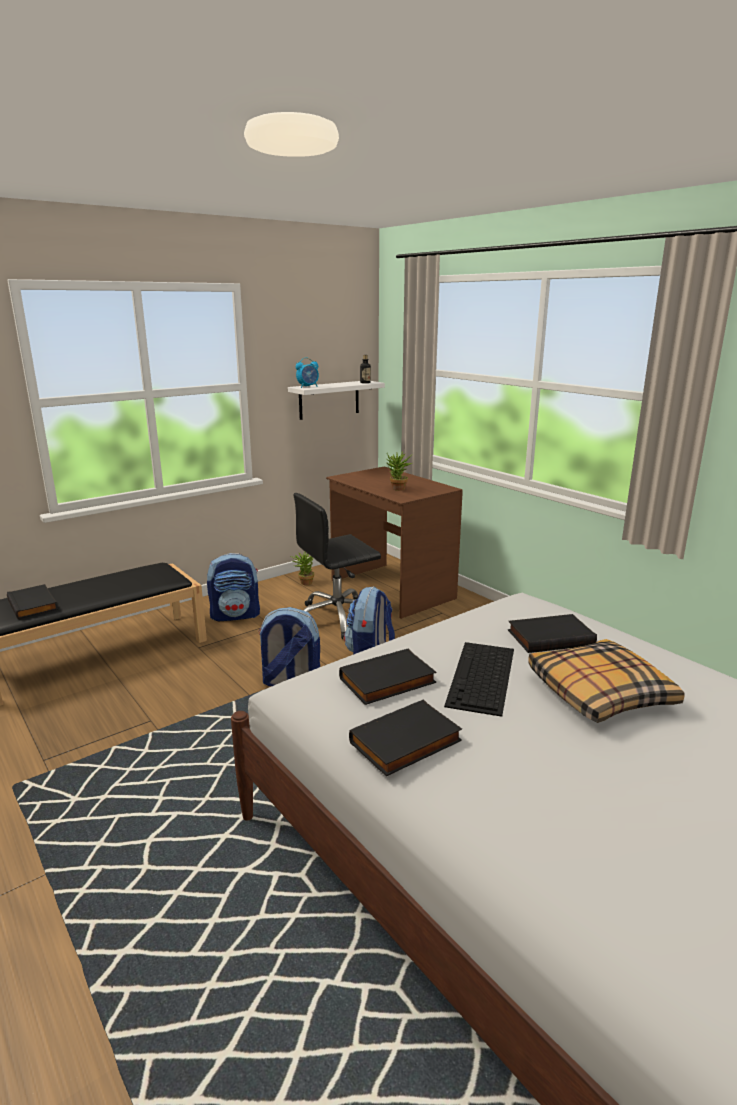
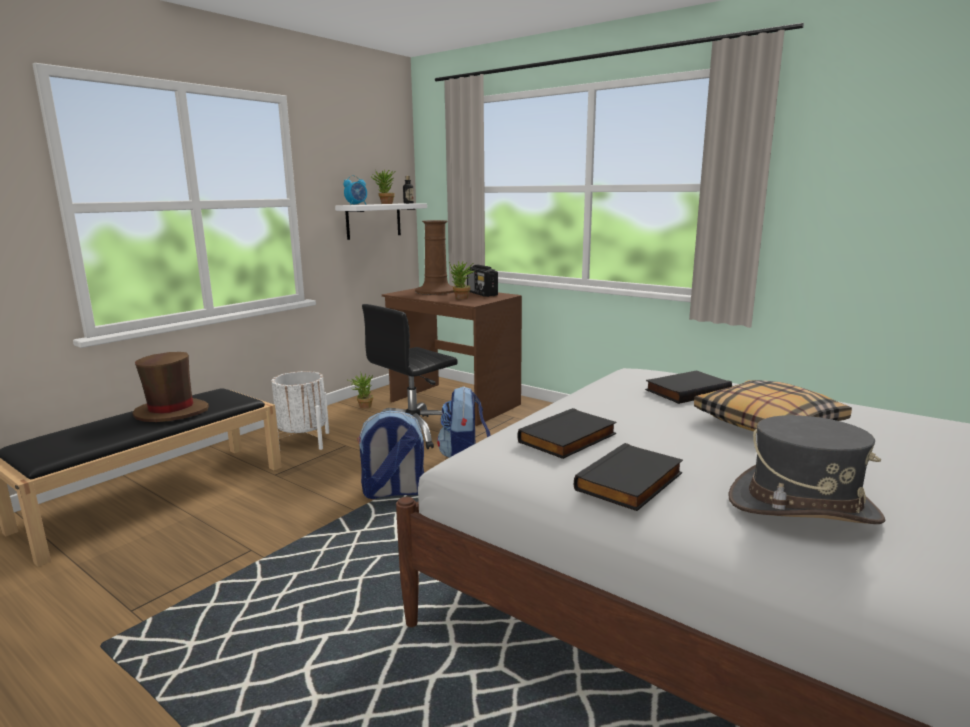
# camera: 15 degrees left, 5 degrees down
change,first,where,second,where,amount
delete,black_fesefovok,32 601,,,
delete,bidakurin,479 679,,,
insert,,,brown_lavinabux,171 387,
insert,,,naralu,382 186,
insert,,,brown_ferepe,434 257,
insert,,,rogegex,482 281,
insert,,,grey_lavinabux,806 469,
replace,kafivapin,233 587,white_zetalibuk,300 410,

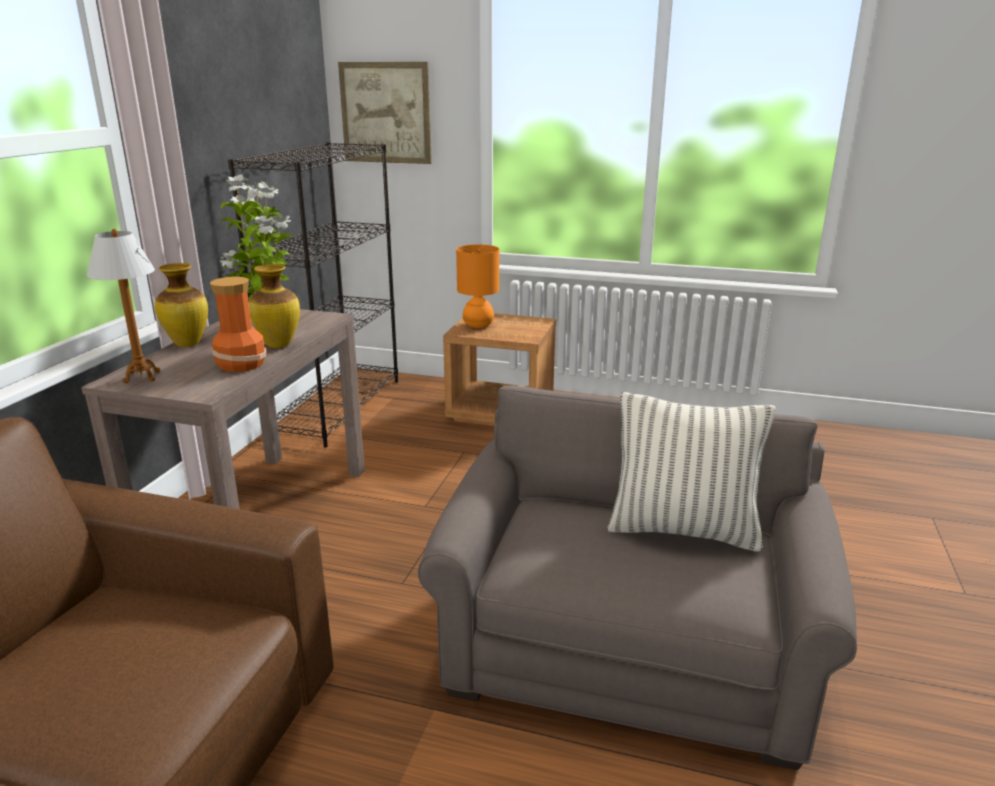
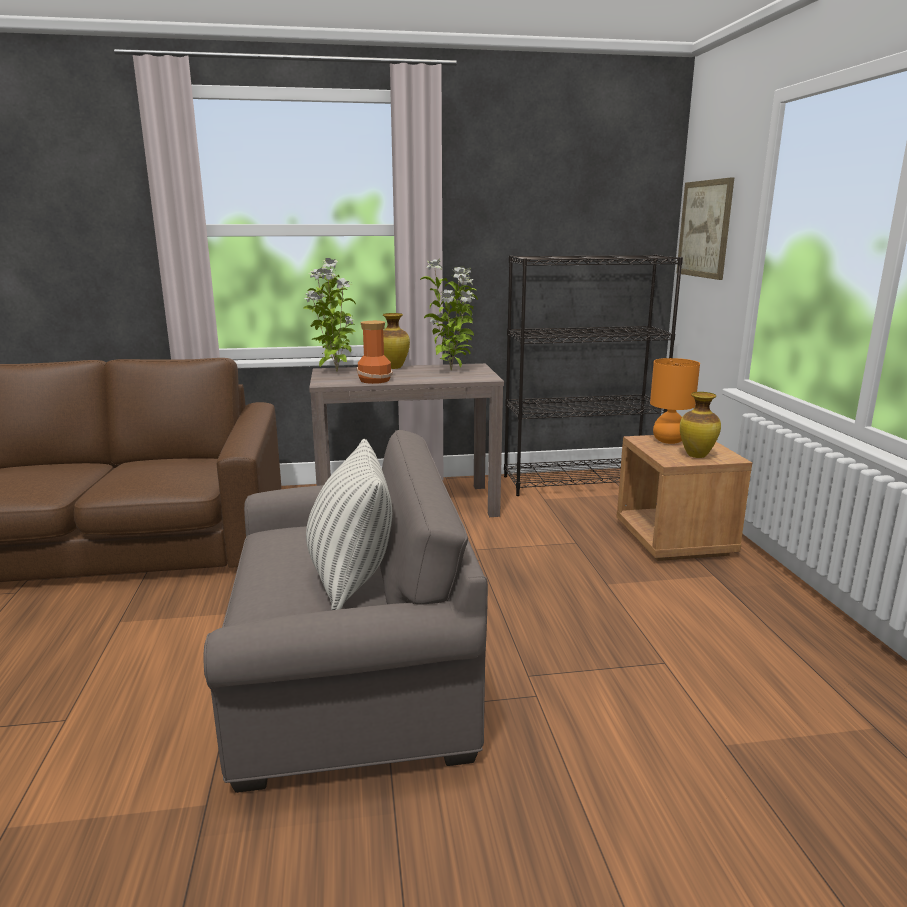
# camera: 65 degrees right, 5 degrees down
change,first,where,second,where,amount
move,ferepe,274 306,,700 425,
replace,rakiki,123 306,naralu,329 315,

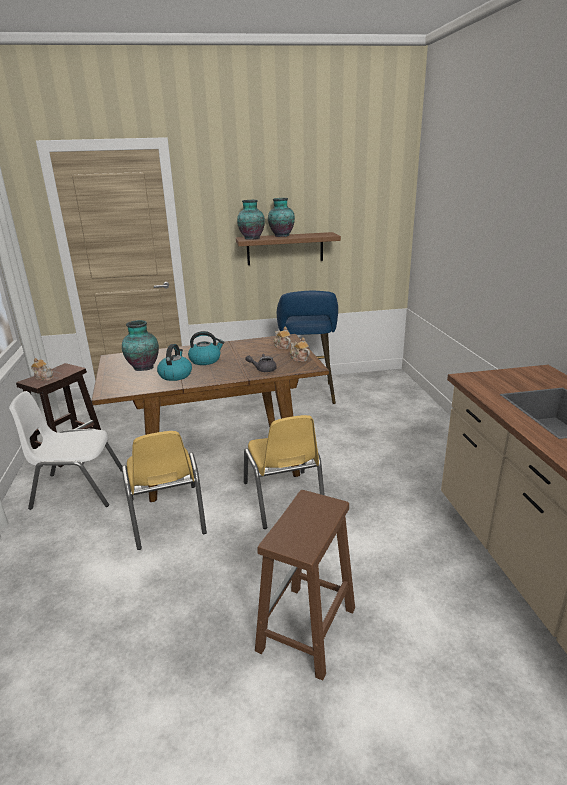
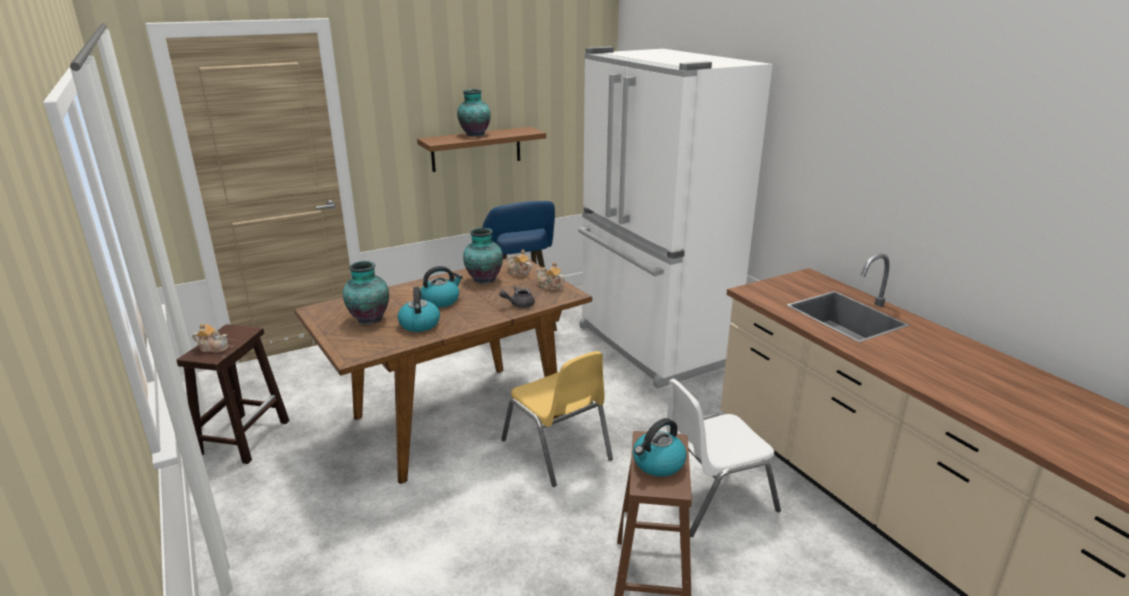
# camera: 20 degrees left, 0 degrees up
change,first,where,second,where,amount
delete,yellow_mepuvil,164 490,,,
insert,,,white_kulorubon,675 218,
insert,,,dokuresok,660 447,
move,white_mepuvil,65 450,,723 458,
move,ferepe,251 220,,483 256,

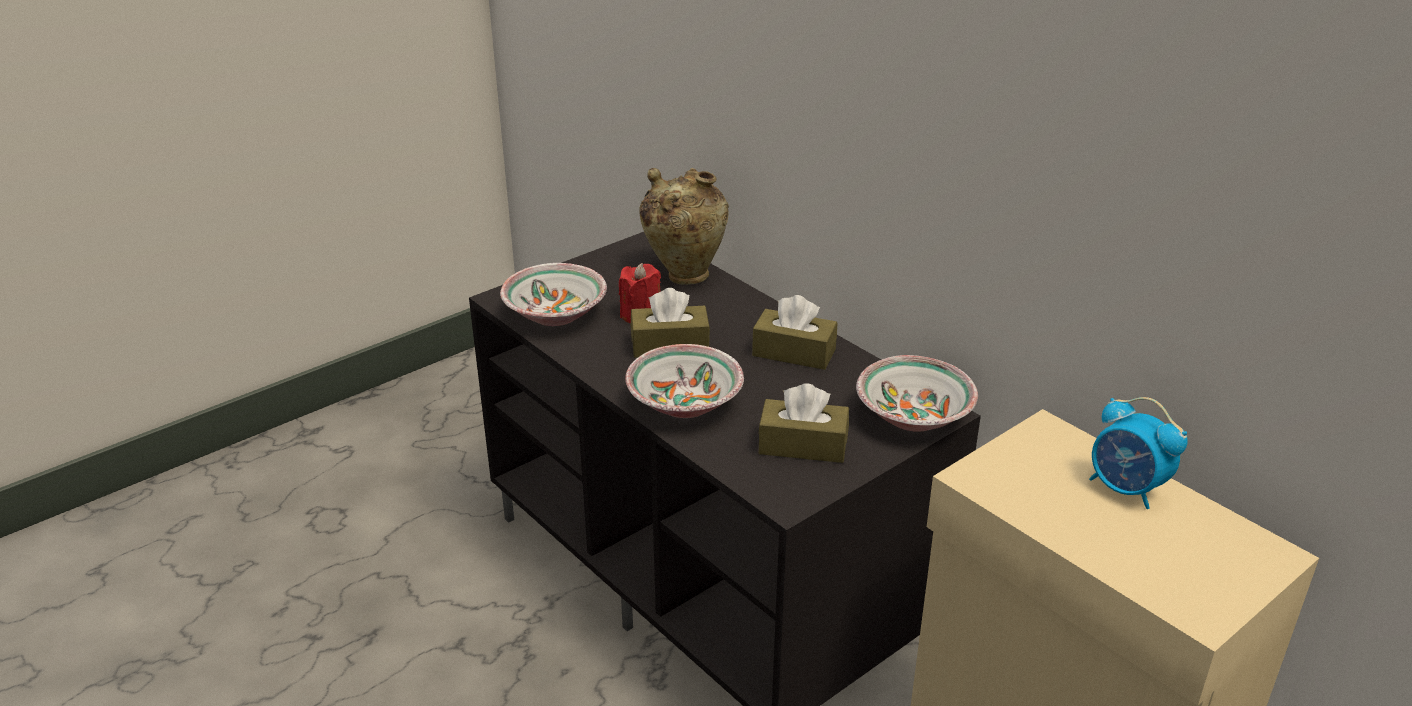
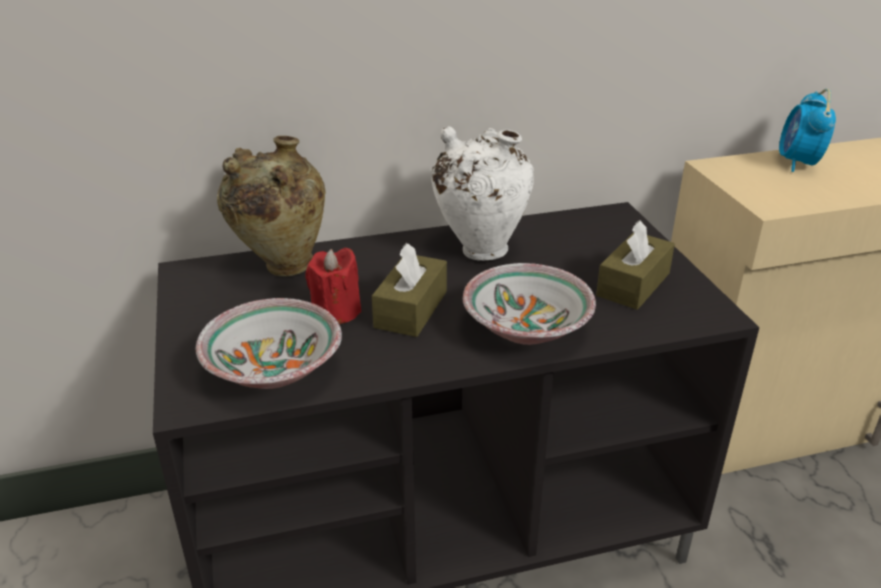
# camera: 65 degrees left, 0 degrees up
change,first,where,second,where,amount
delete,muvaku,917 393,,,
replace,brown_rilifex,795 332,white_ferepe,482 193,
rotate,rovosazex,1138 453,,807 130,120 degrees clockwise

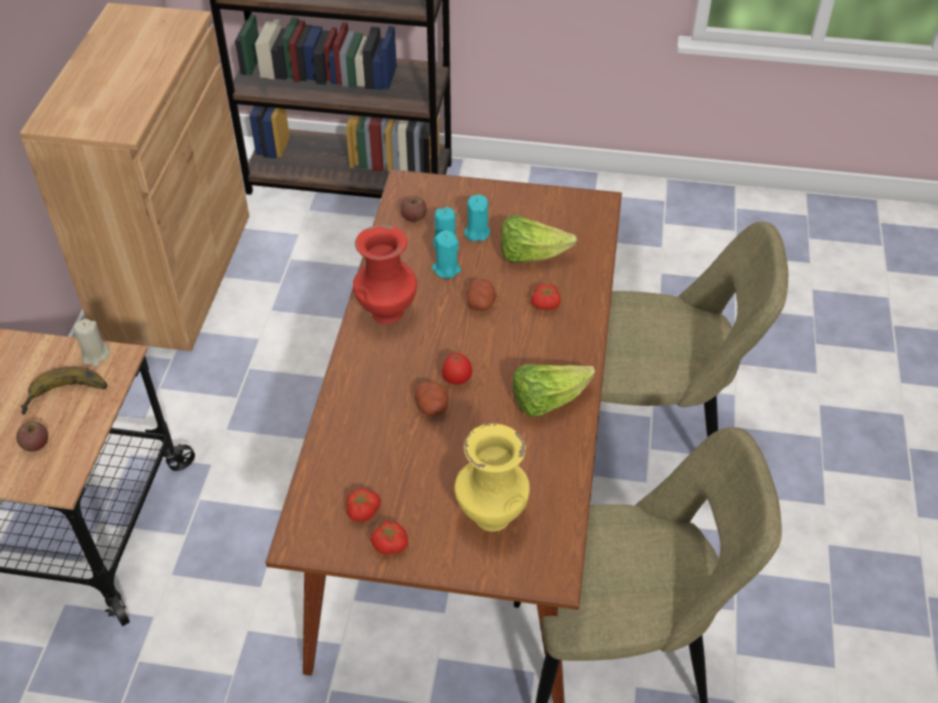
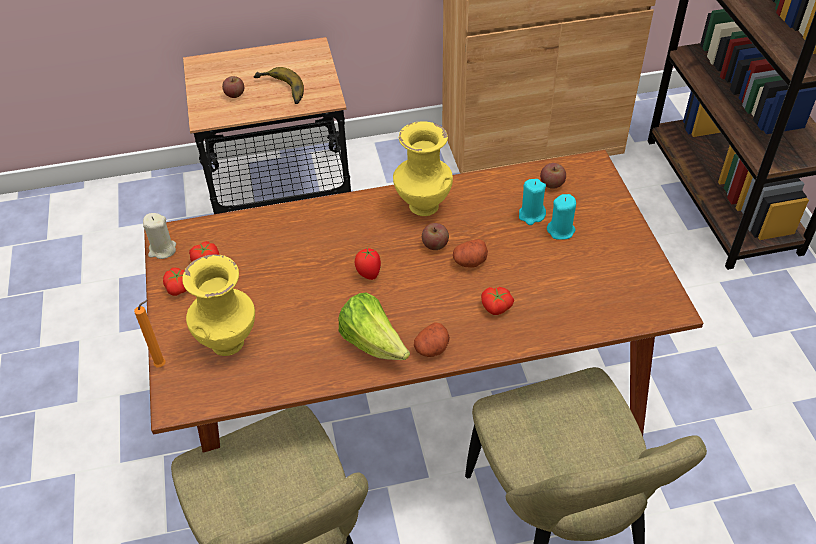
# camera: 70 degrees right, 0 degrees up
change,first,where,second,where,amount
delete,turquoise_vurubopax,446 254,,,
delete,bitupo,539 239,,,
insert,,,orange_vurubopax,150 333,
insert,,,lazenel,435 236,
move,beige_vurubopax,91 343,,159 236,
move,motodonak,431 399,,432 339,
recolor,red_ferepe,385 274,yellow_ferepe,423 168,

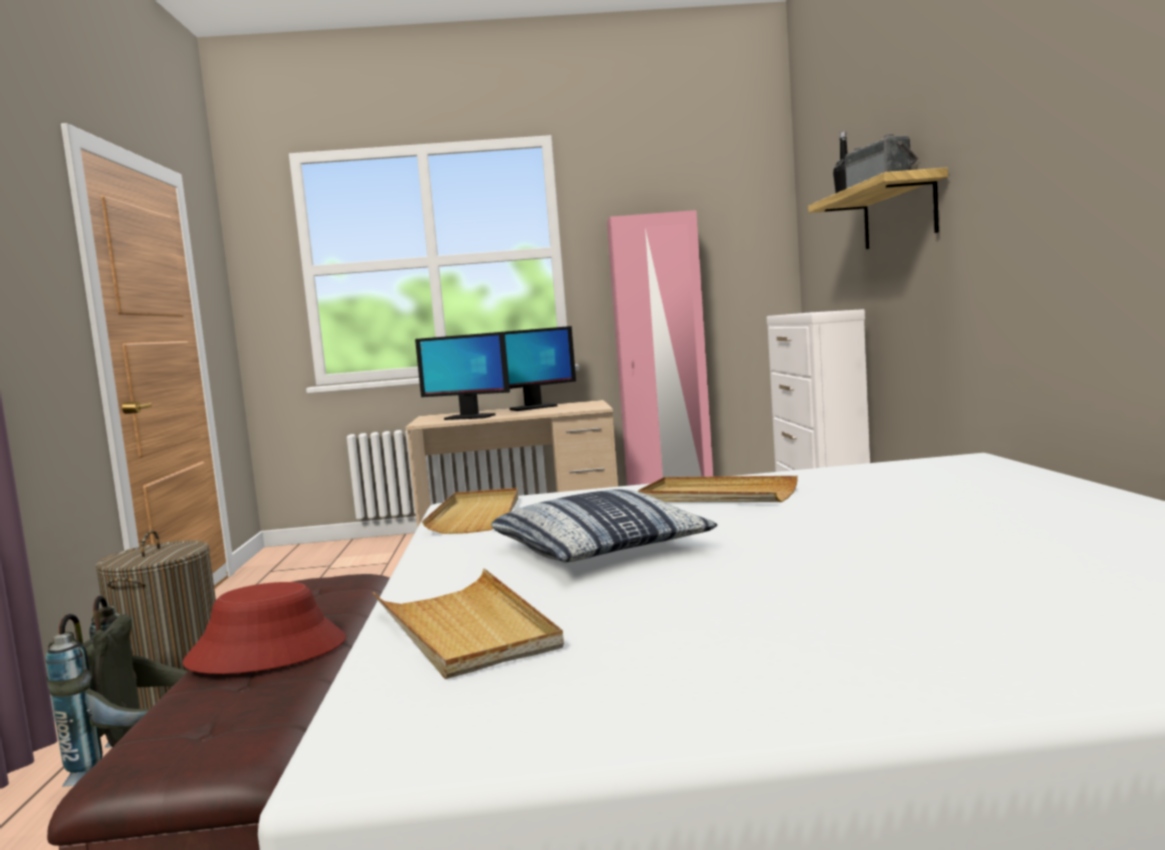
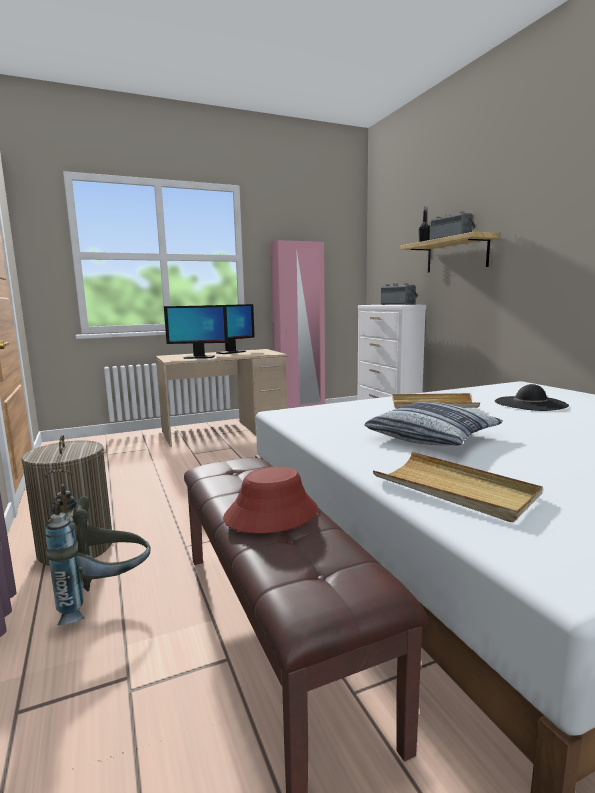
# camera: 20 degrees left, 5 degrees up
change,first,where,second,where,amount
delete,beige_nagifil,470 511,,,
insert,,,rogegex,399 294,
insert,,,black_lavinabux,532 397,

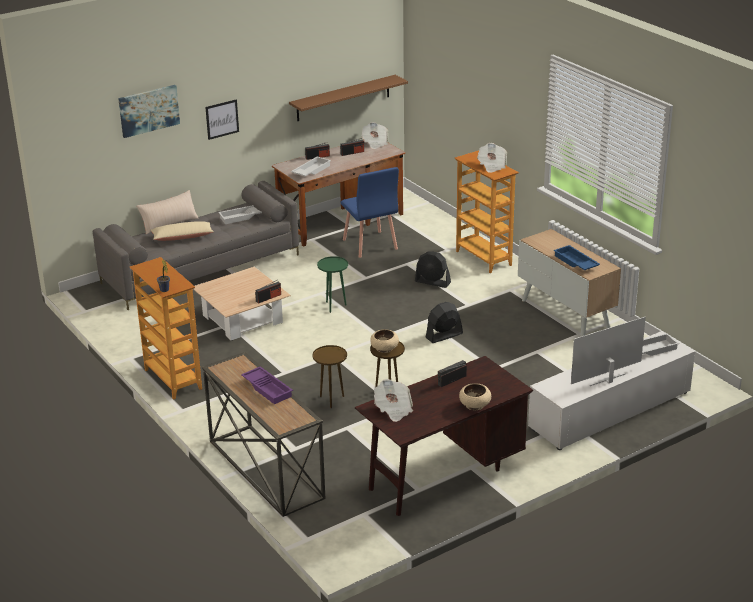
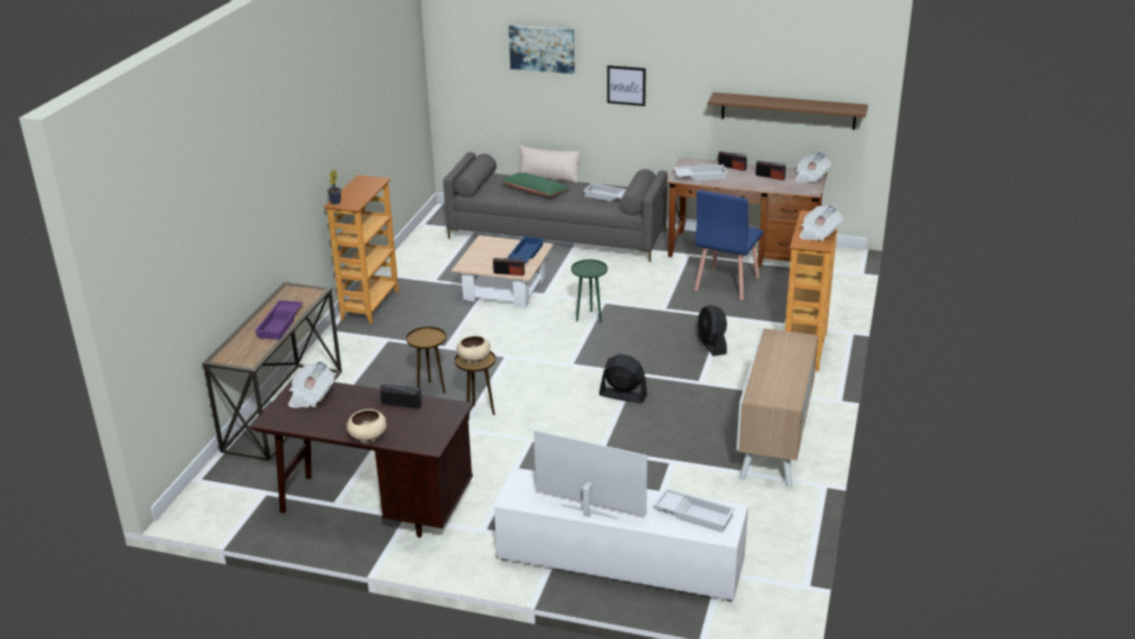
# camera: 50 degrees right, 0 degrees up
change,first,where,second,where,amount
move,blue_nagifil,577 257,,525 249,
recolor,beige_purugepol,182 231,green_purugepol,534 185,

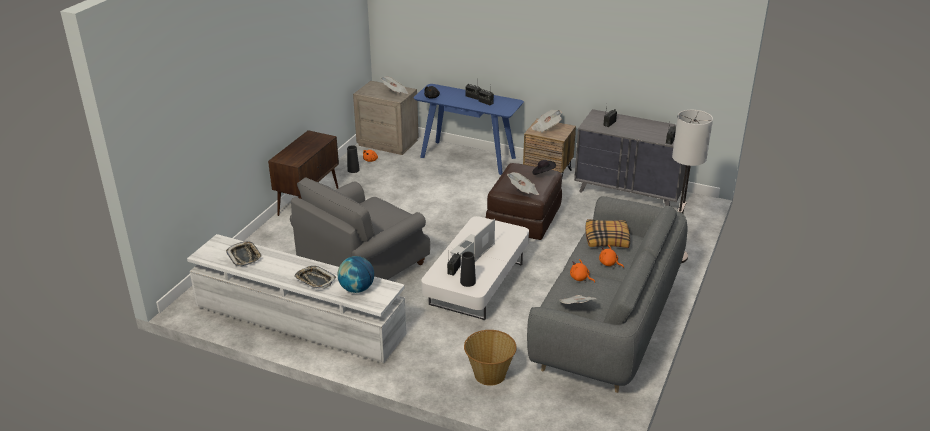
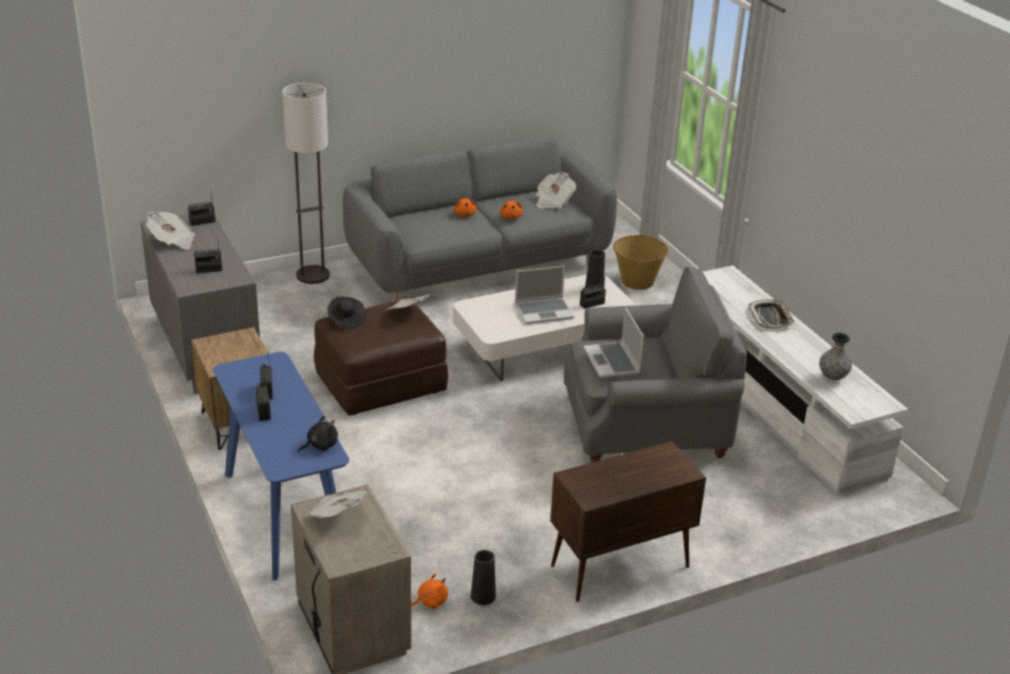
# camera: 140 degrees left, 0 degrees up
change,first,where,second,where,amount
delete,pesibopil,356 274,,,
delete,purugepol,607 233,,,
insert,,,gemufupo,613 342,
move,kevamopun,546 121,,170 230,
replace,nagifil,244 254,grey_ferepe,835 356,

